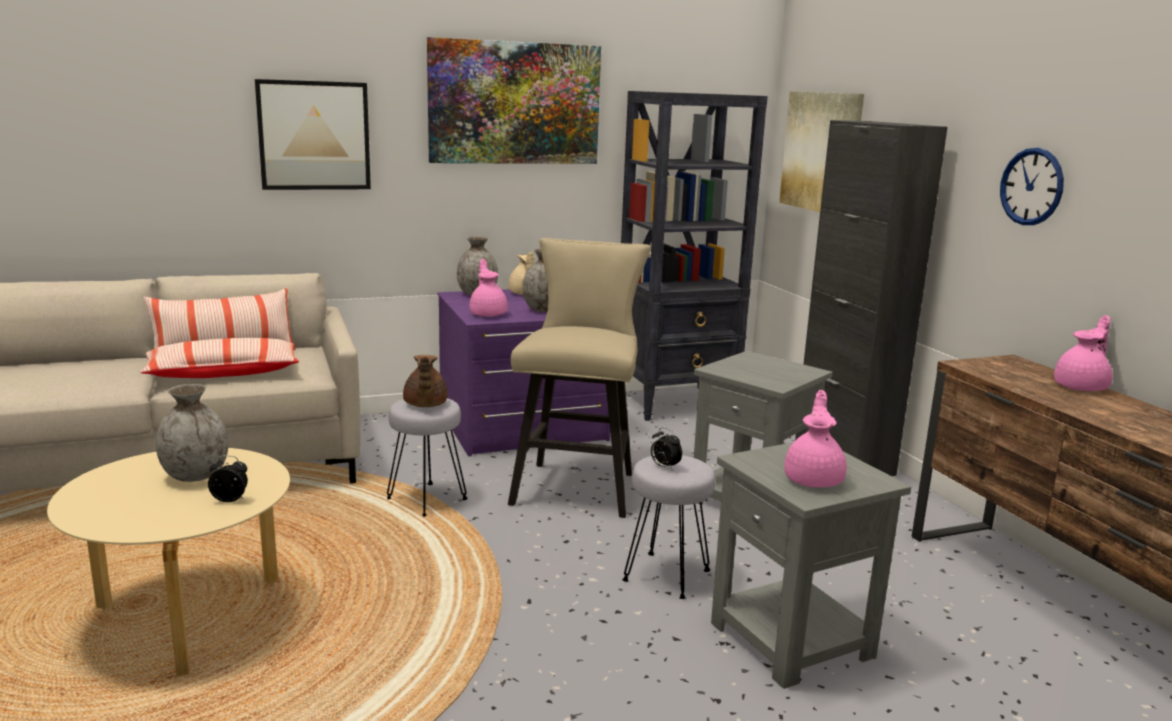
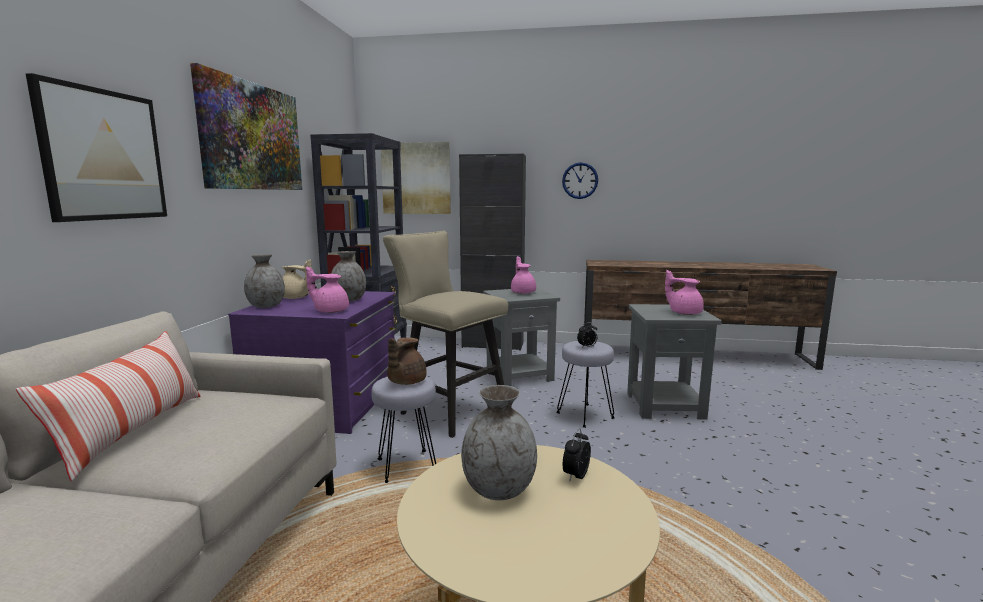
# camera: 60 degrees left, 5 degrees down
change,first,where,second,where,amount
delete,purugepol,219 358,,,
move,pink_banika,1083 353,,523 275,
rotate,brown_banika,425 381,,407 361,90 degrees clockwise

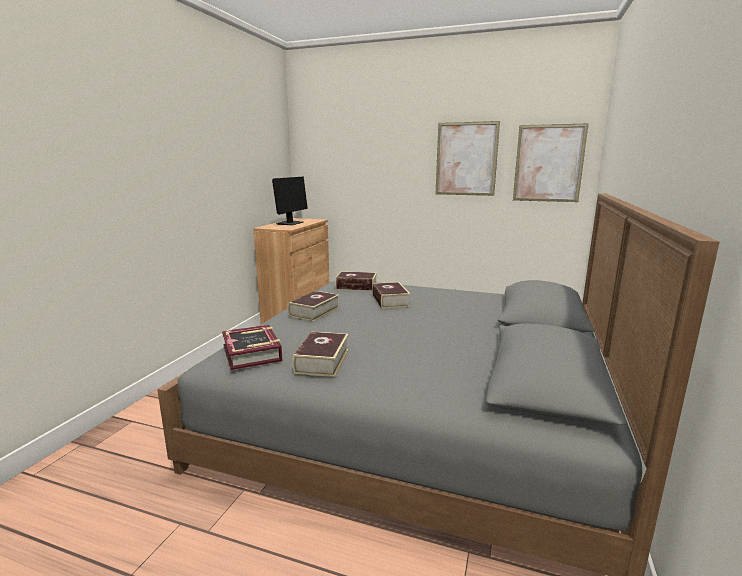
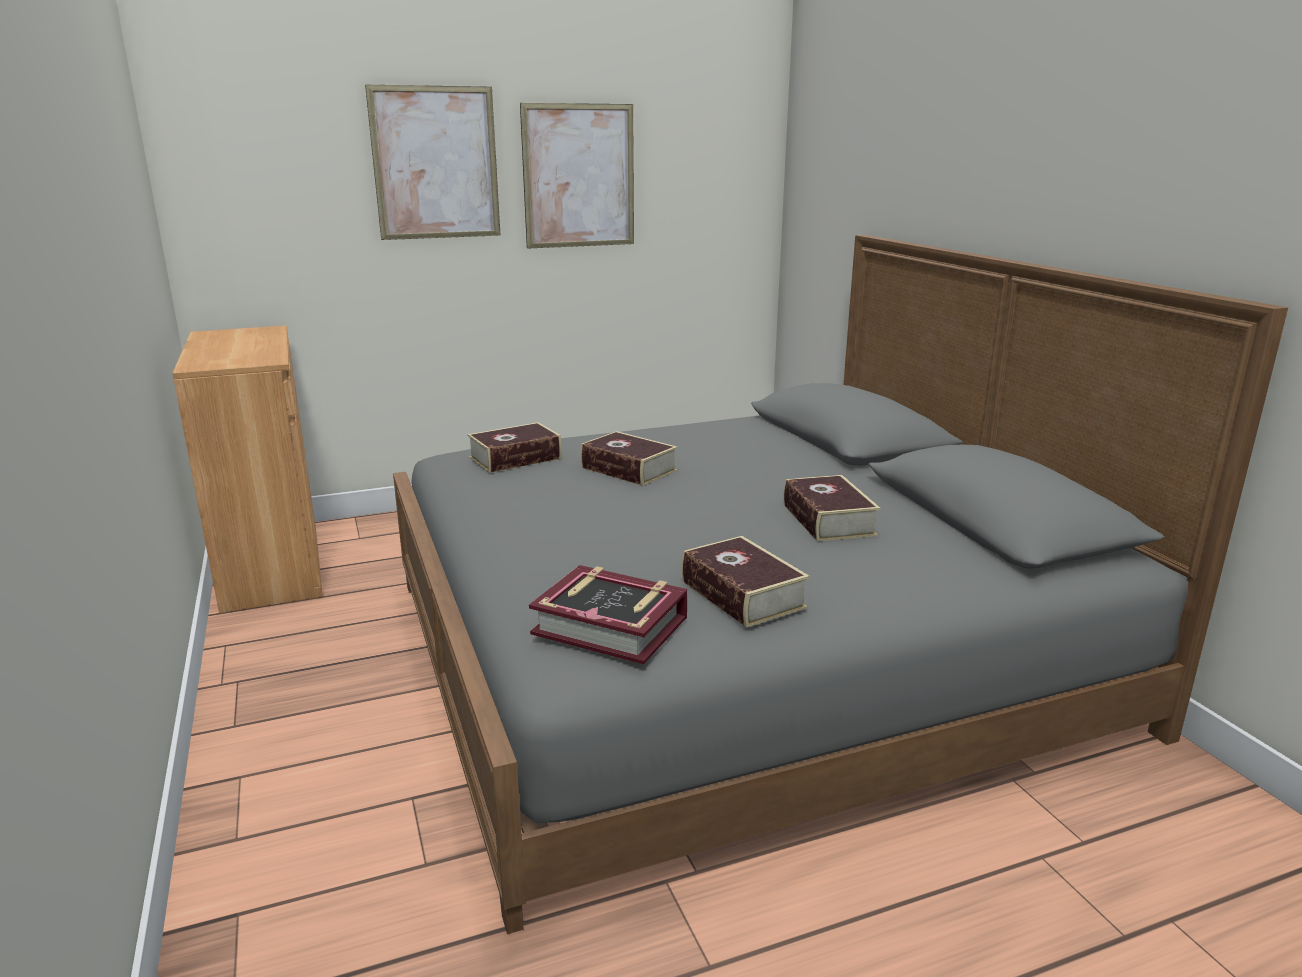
# camera: 40 degrees left, 5 degrees up
change,first,where,second,where,amount
delete,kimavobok,290 200,,,
move,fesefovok,314 306,,832 508,
move,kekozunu,550 163,,432 162,

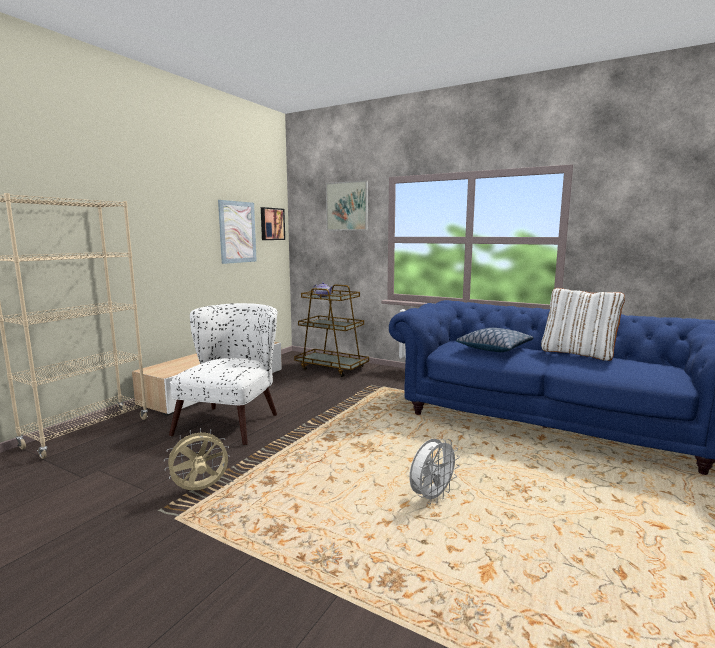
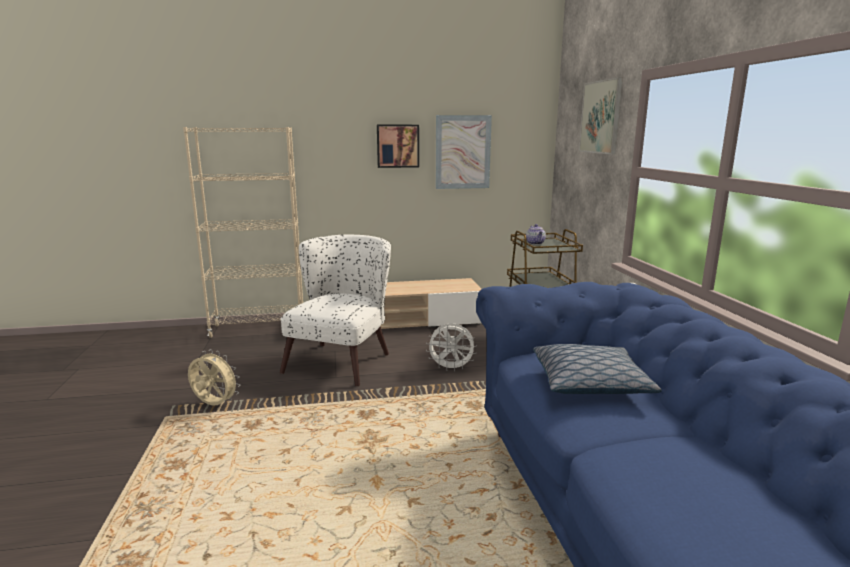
# camera: 50 degrees right, 5 degrees up
change,first,where,second,where,amount
delete,white_purugepol,583 324,,,
move,kekozunu,273 223,,398 146,
move,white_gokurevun,434 471,,451 347,
rotate,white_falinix,223 374,,335 311,45 degrees counterclockwise

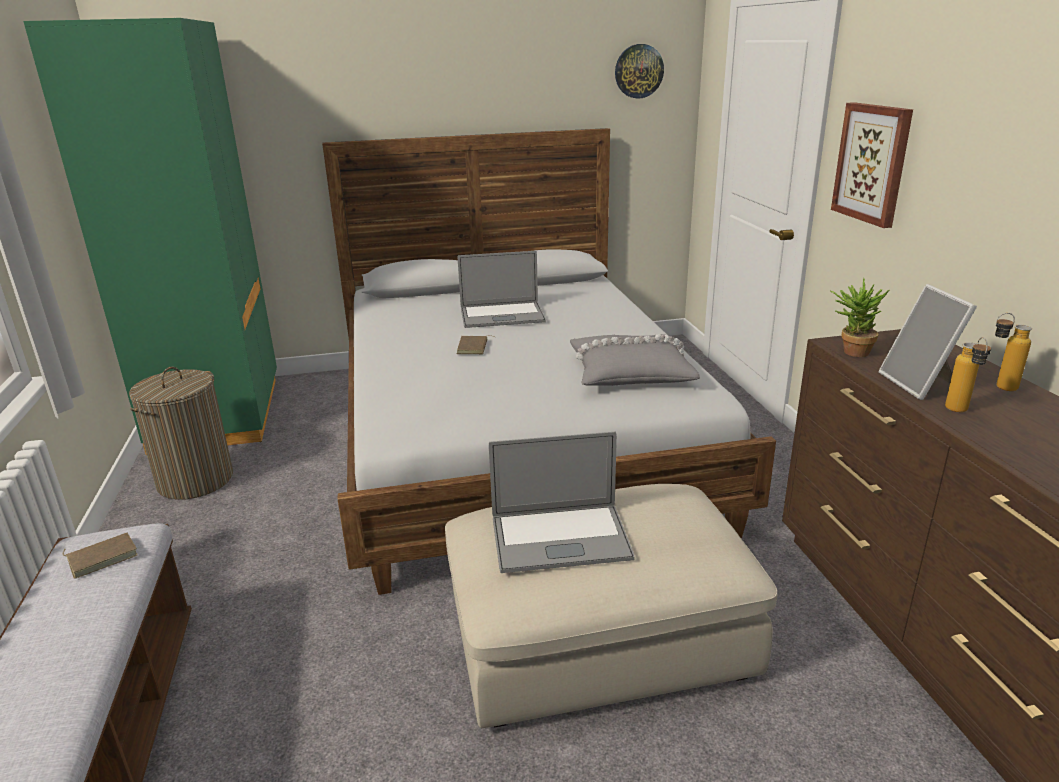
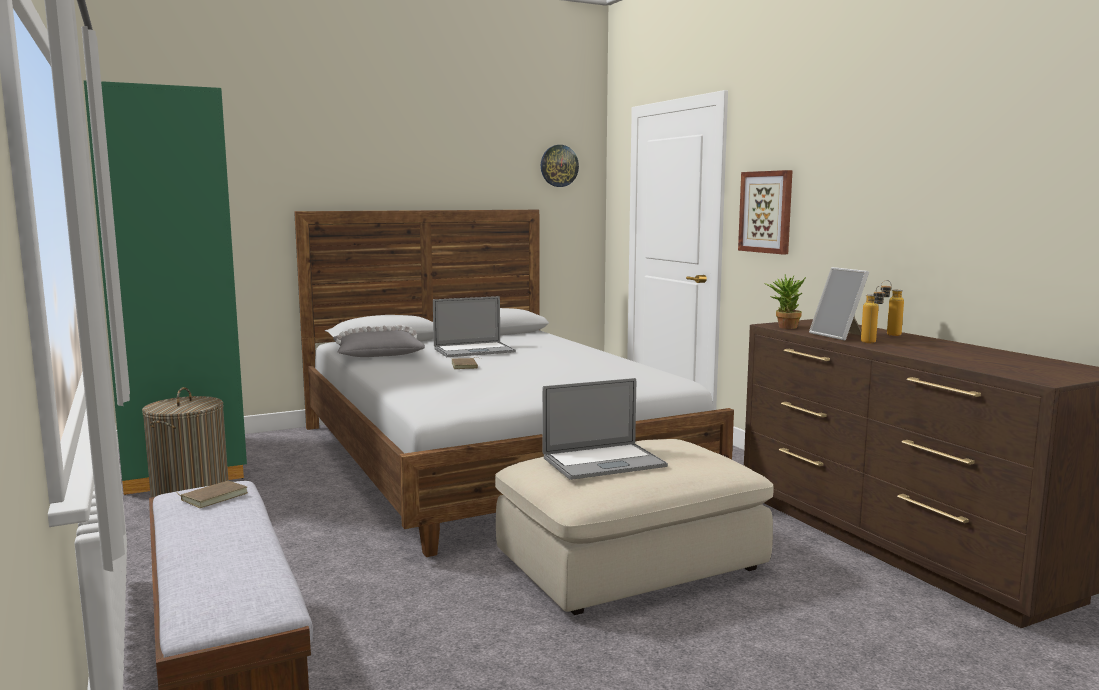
# camera: 15 degrees left, 15 degrees down
change,first,where,second,where,amount
move,grey_purugepol,635 360,,379 340,

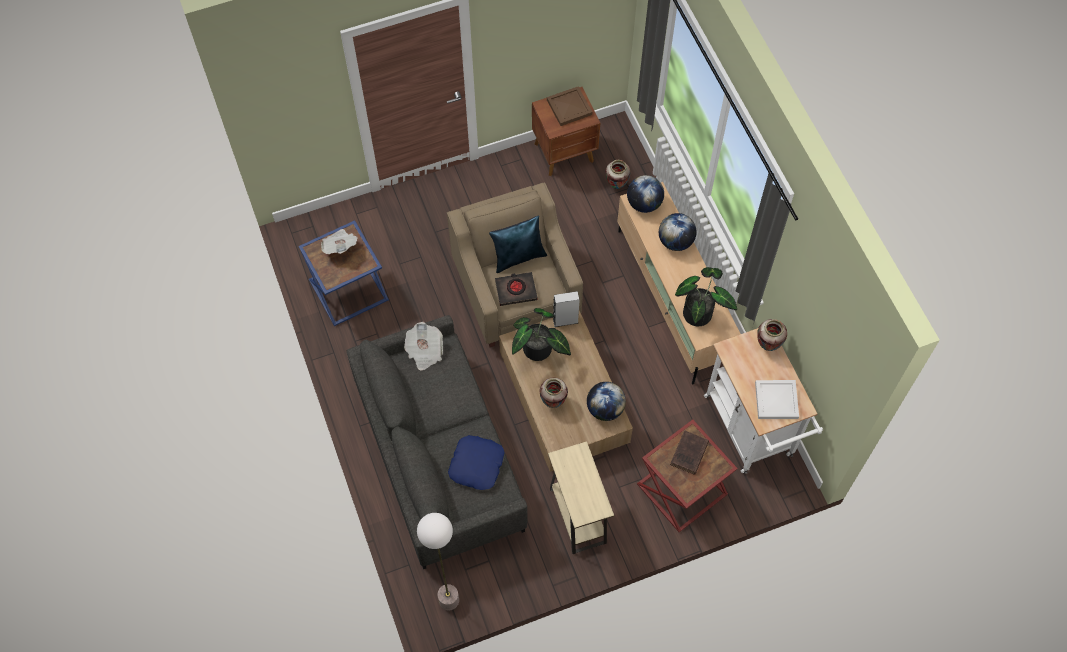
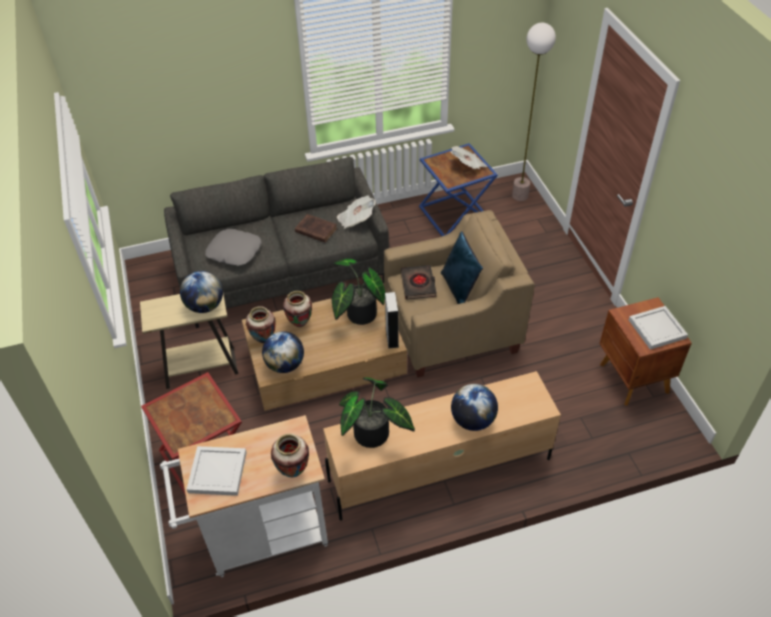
# camera: 95 degrees right, 15 degrees down
change,first,where,second,where,amount
move,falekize,438 561,,534 112,
move,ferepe,618 174,,260 324,
move,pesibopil,645 194,,201 292,
move,brown_fesefovok,689 452,,316 228,
recolor,blue_purugepol,476 462,grey_purugepol,233 247,
recolor,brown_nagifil,569 106,white_nagifil,658 328,

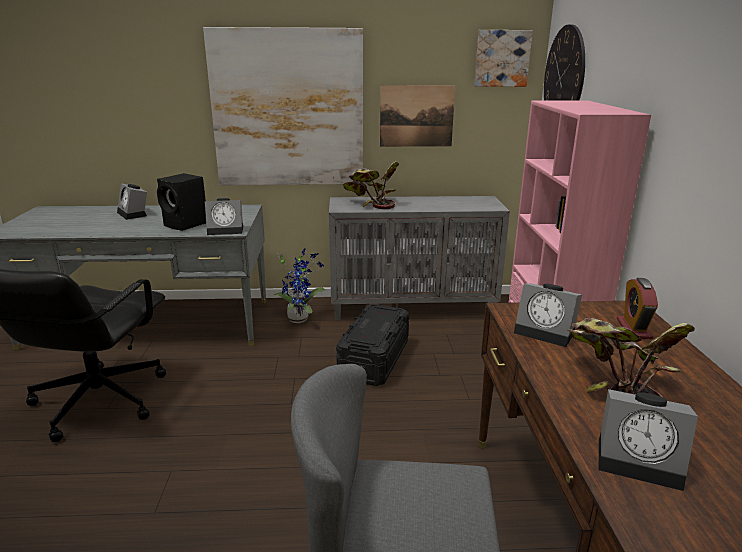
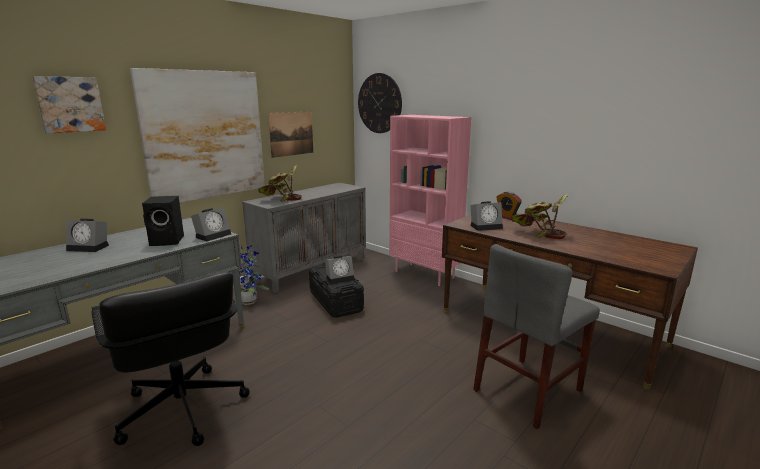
# camera: 45 degrees left, 5 degrees down
change,first,where,second,where,amount
move,kekozunu,503 58,,69 105,
move,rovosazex,648 440,,339 270,

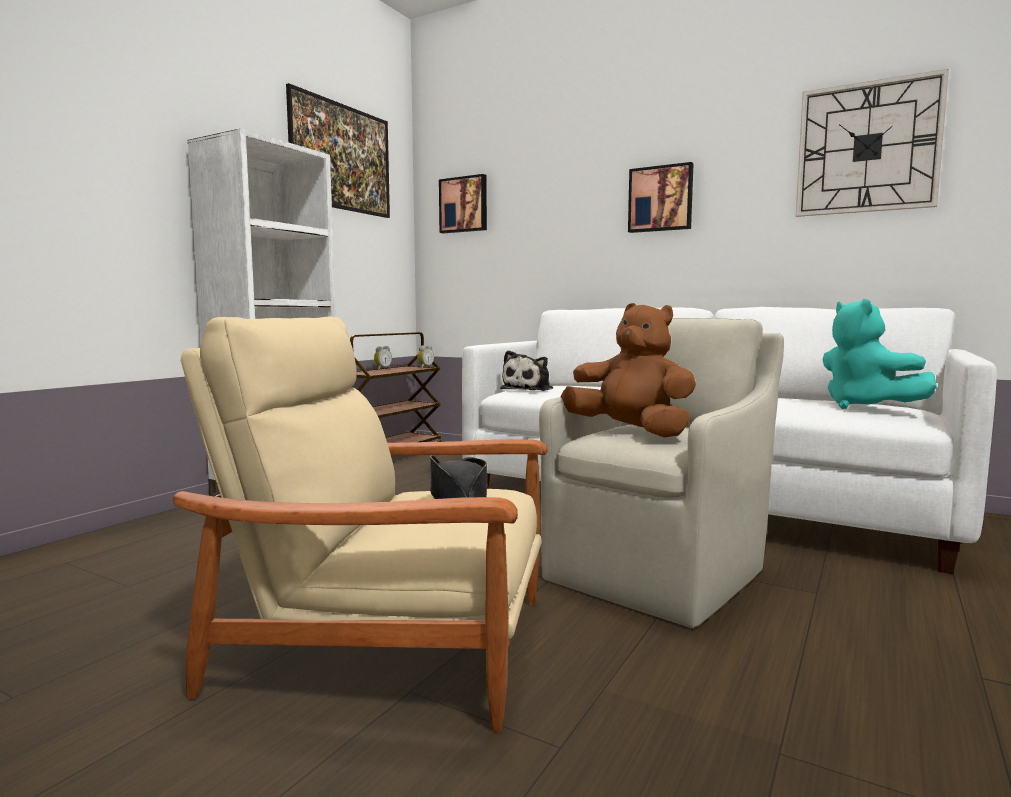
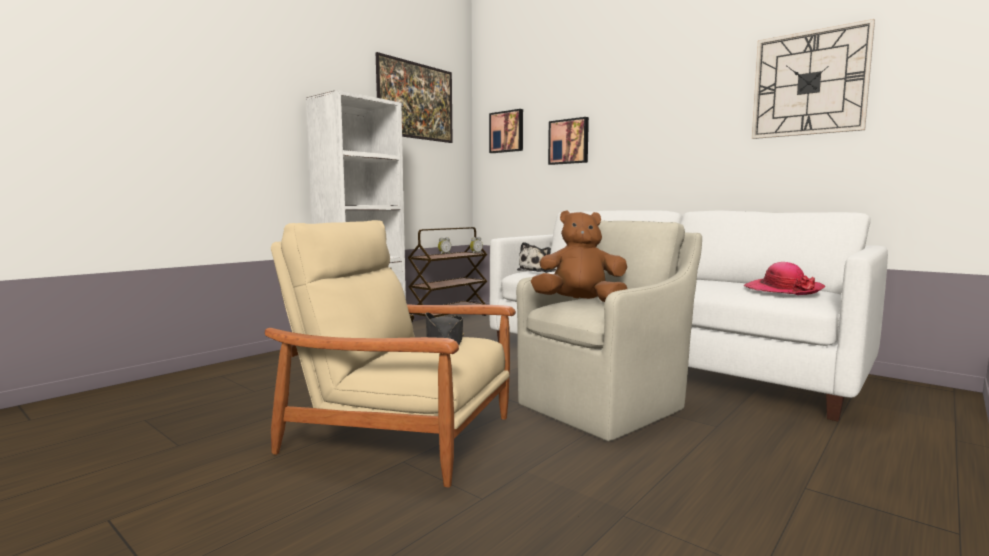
# camera: 10 degrees right, 0 degrees up
change,first,where,second,where,amount
move,kekozunu,661 197,,568 141,
replace,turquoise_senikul,880 354,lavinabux,784 278,
rotate,brown_senikul,628 370,,579 256,45 degrees counterclockwise

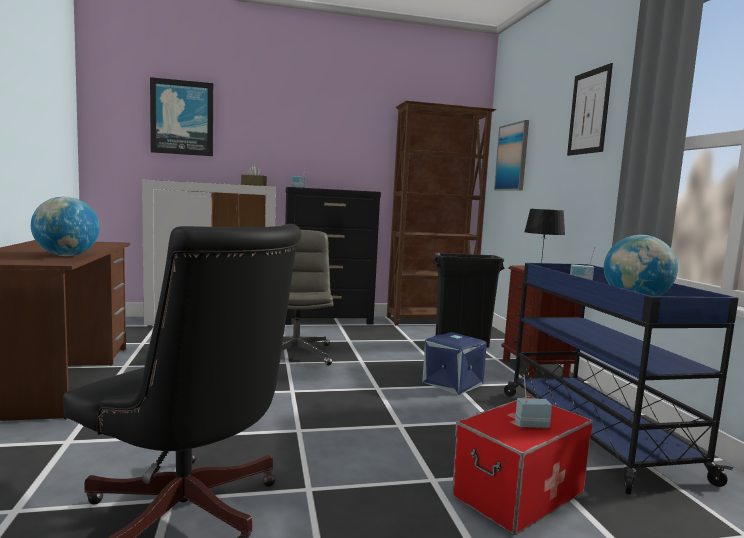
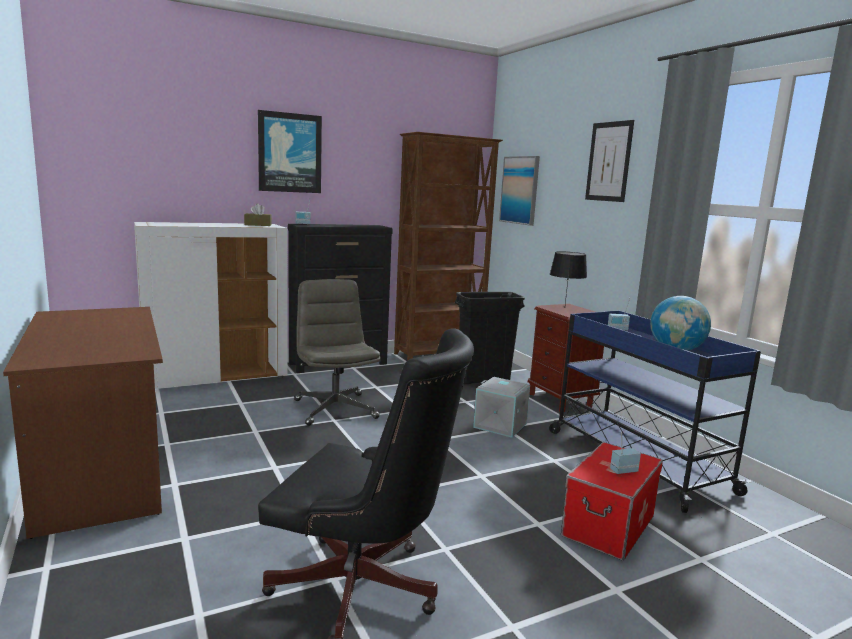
# camera: 15 degrees left, 5 degrees up
change,first,where,second,where,amount
delete,pesibopil,65 226,,,
move,kekozunu,181 116,,290 151,
recolor,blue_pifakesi,454 363,grey_pifakesi,501 407,

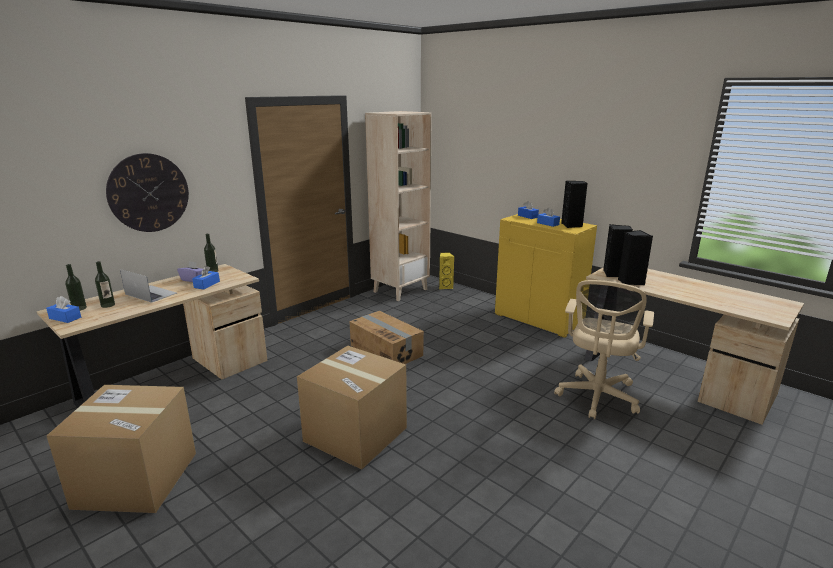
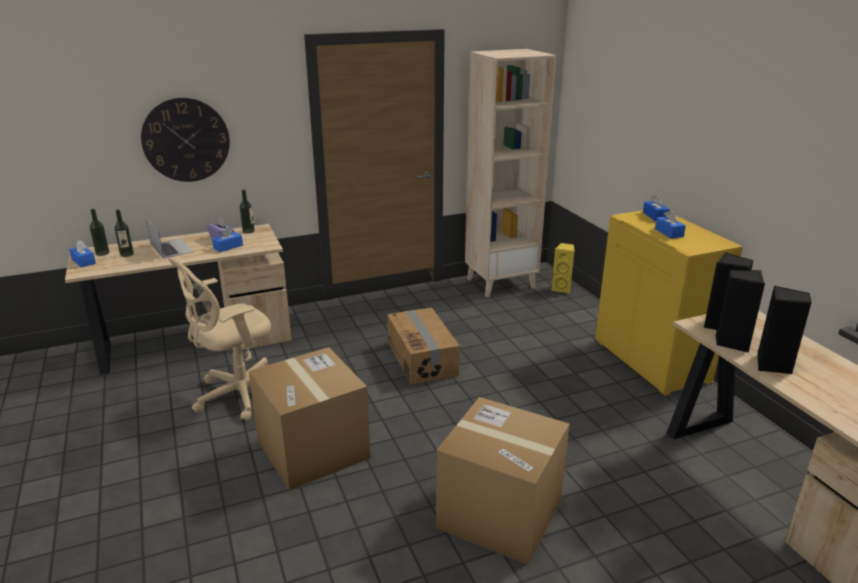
# camera: 25 degrees right, 5 degrees up
change,first,where,second,where,amount
move,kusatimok,121 449,,503 481,
move,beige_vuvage,604 349,,219 339,
move,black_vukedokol,574 204,,784 330,

